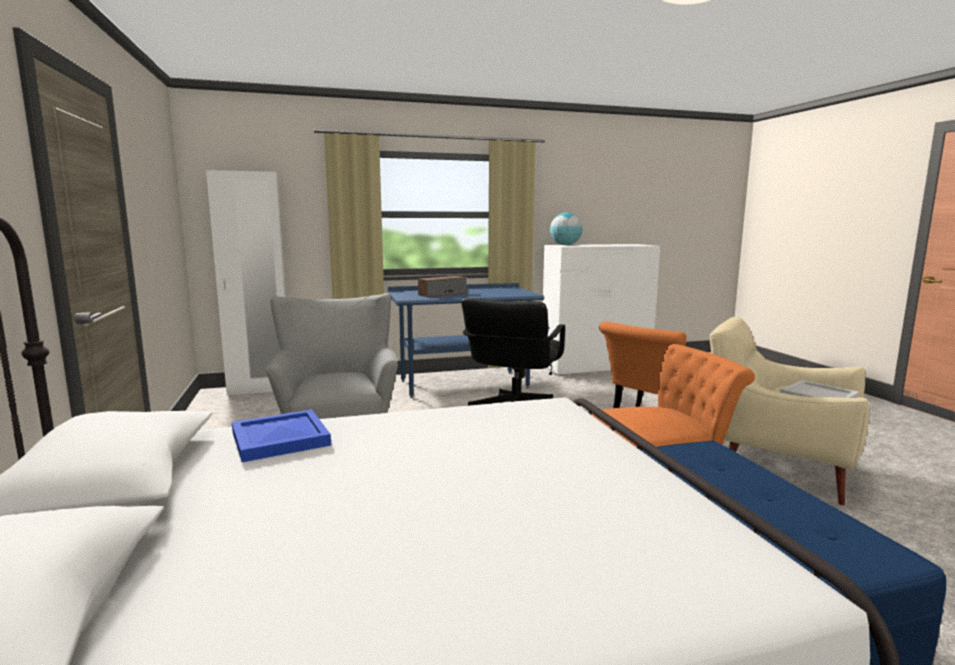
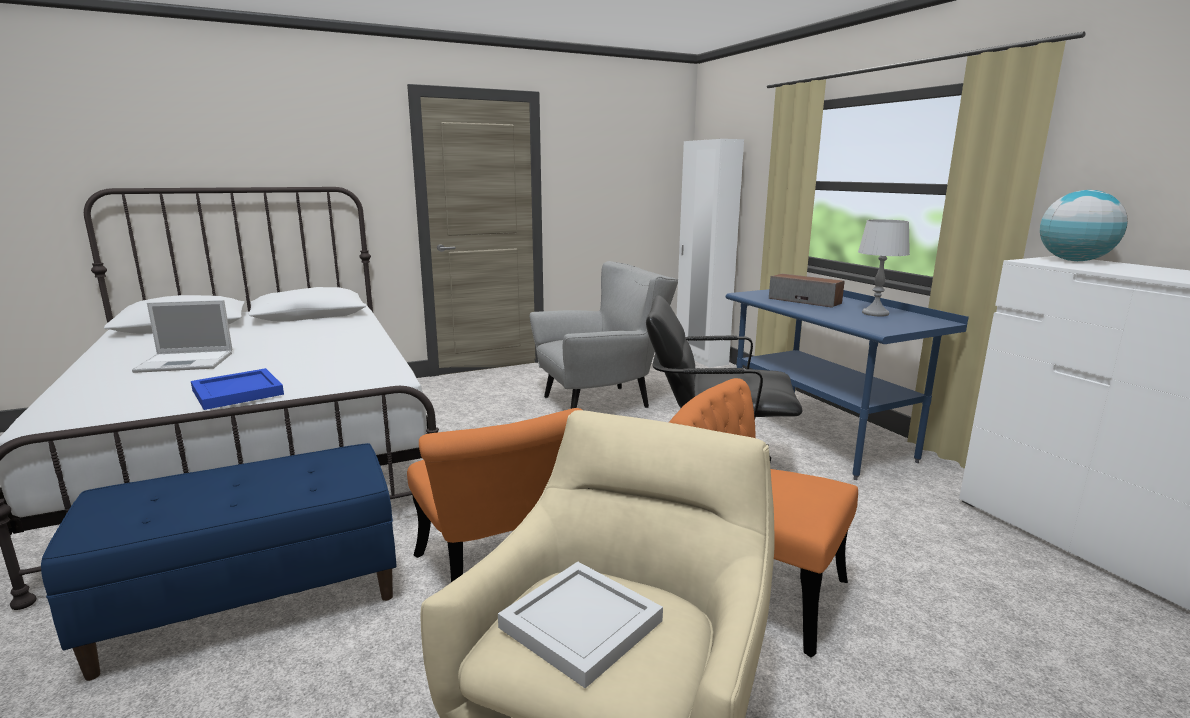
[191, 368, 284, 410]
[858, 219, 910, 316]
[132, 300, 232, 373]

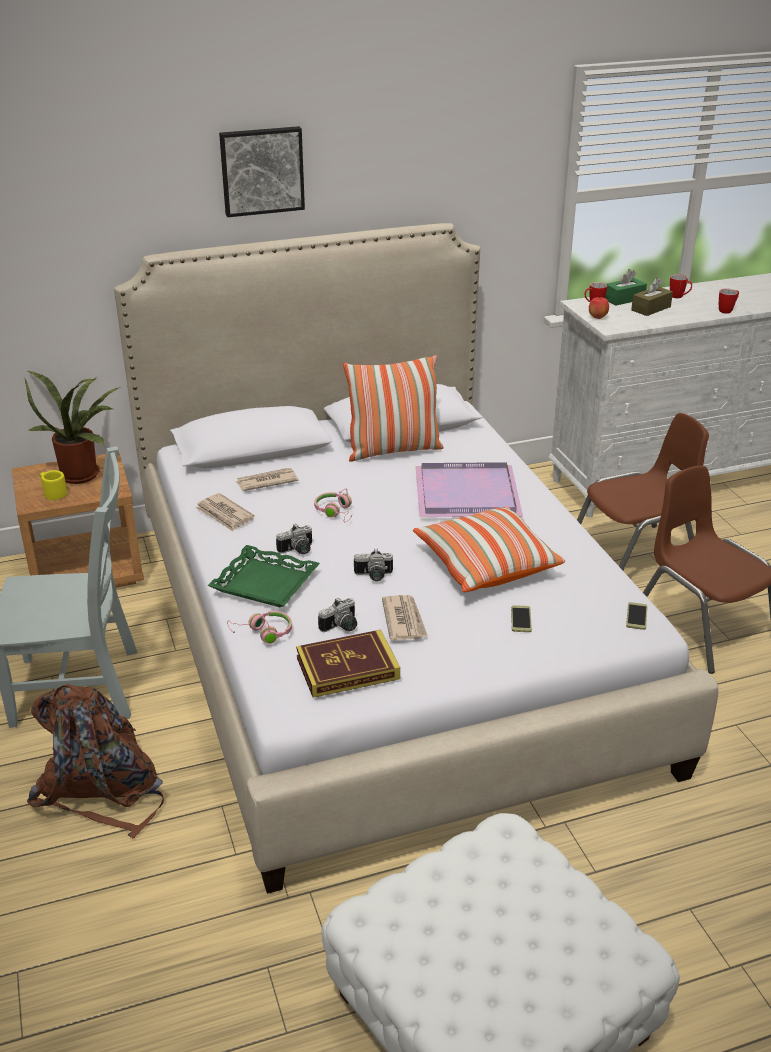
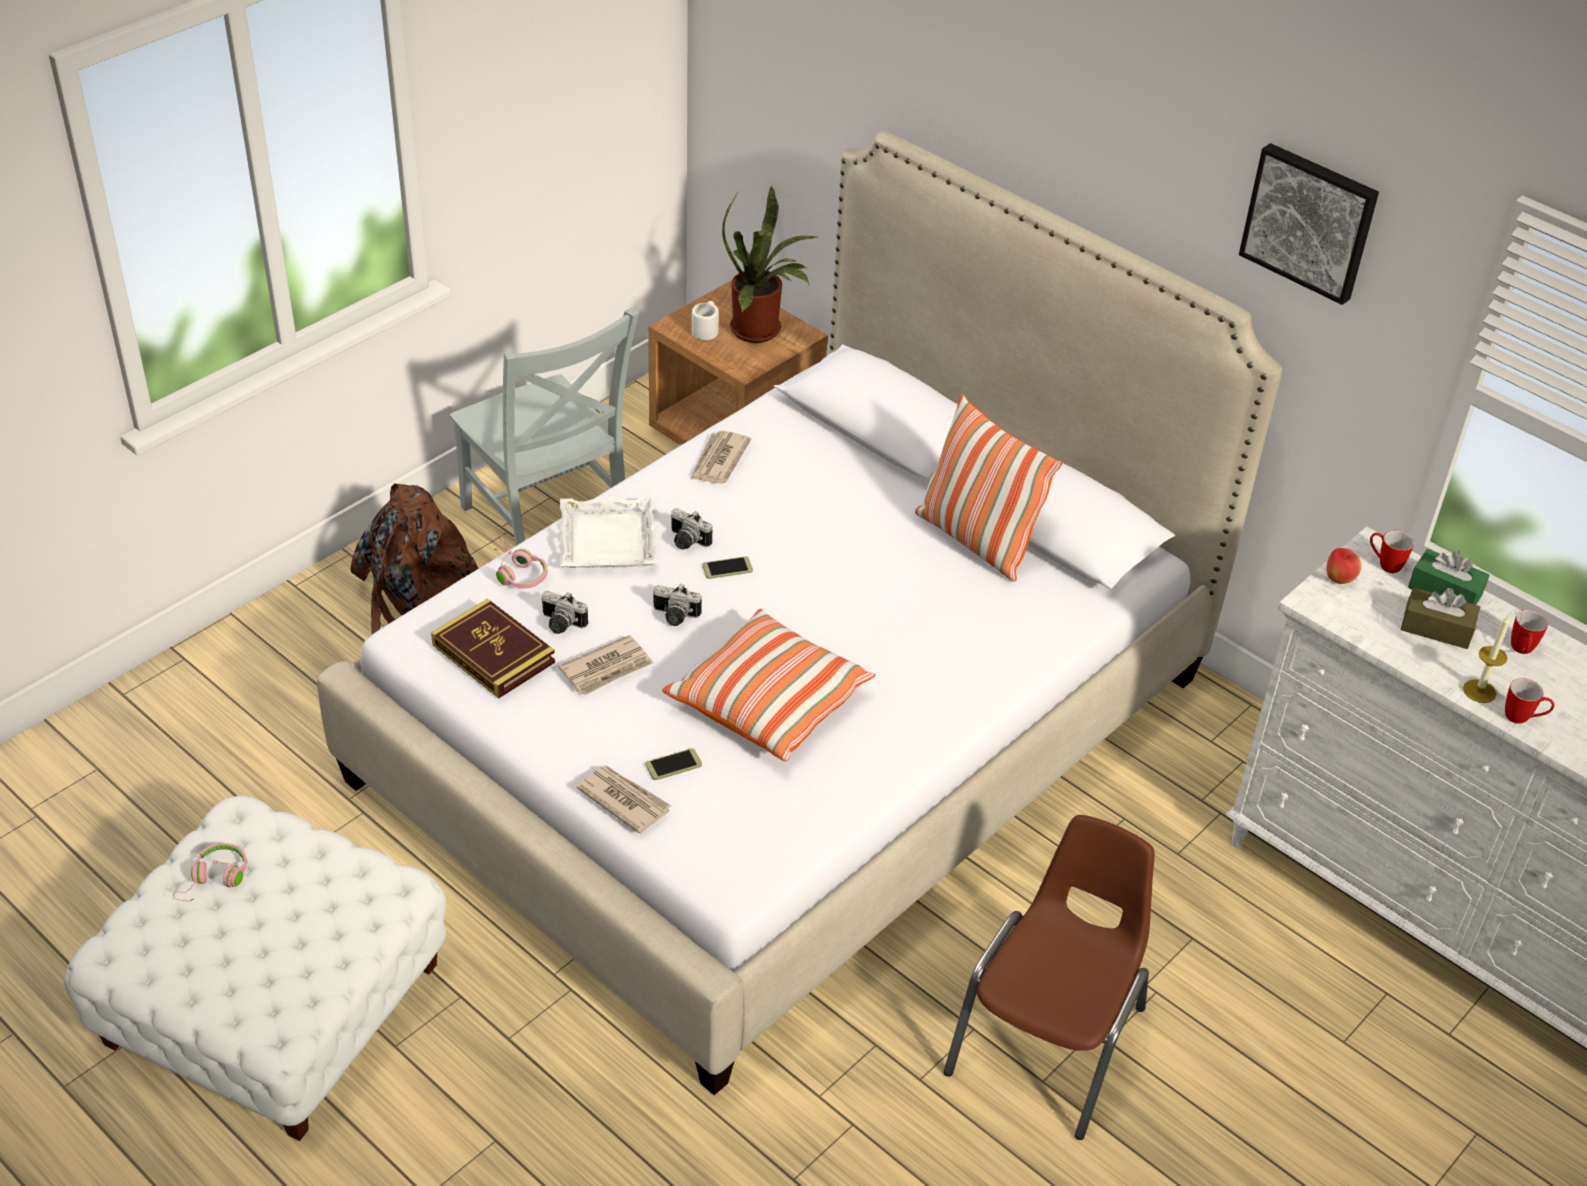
[1239, 143, 1379, 305]
[577, 413, 709, 570] (first image)
[416, 462, 523, 517] (first image)
[576, 765, 671, 834]
[692, 301, 719, 340]
[173, 843, 247, 902]
[560, 496, 657, 568]
[654, 584, 702, 626]
[702, 556, 753, 579]
[1463, 615, 1510, 703]

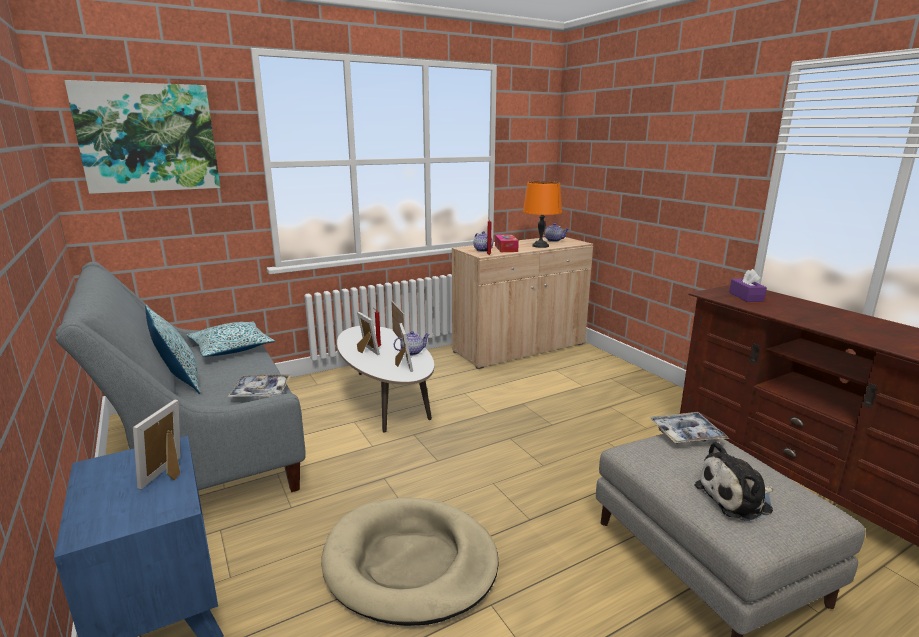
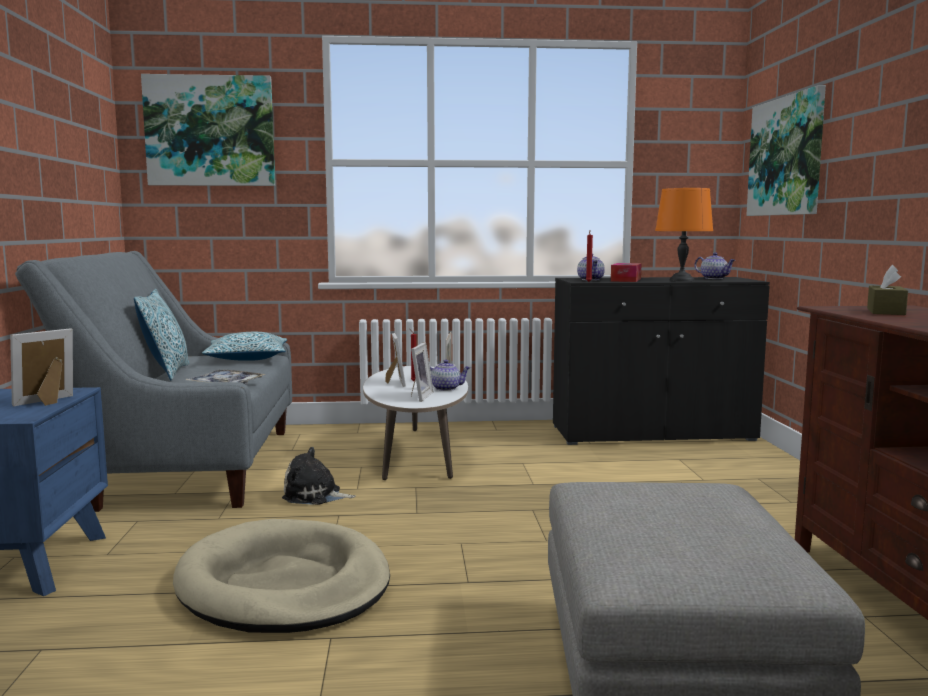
[553, 277, 770, 445]
[867, 265, 908, 315]
[649, 412, 729, 444] (first image)
[282, 447, 356, 505]
[746, 85, 826, 216]

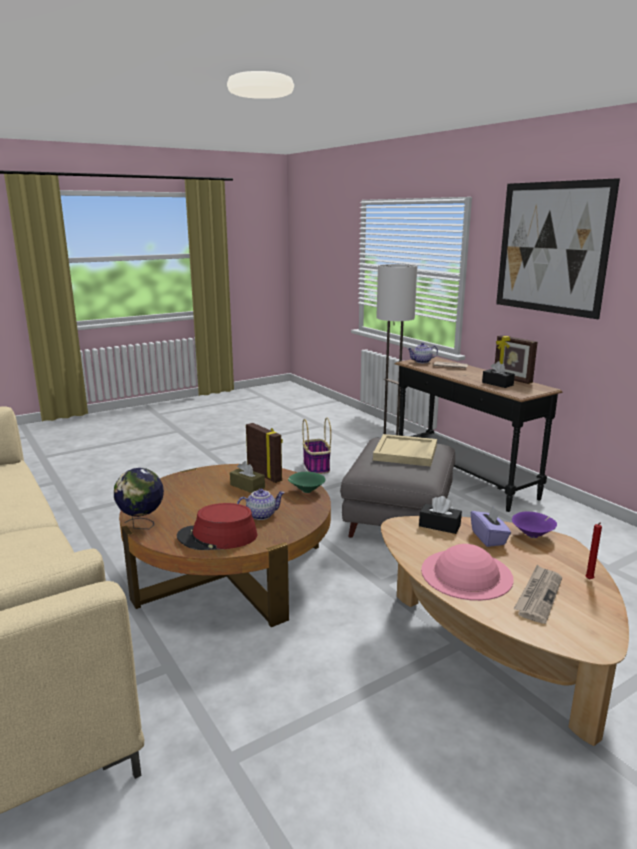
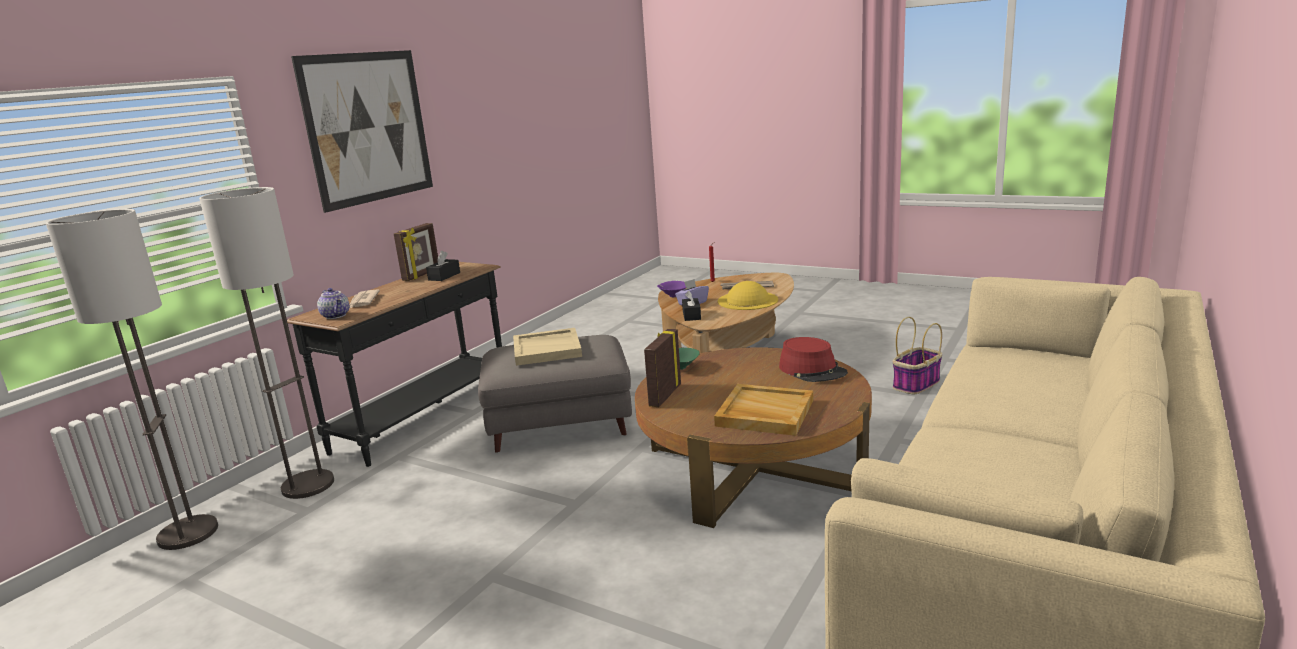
[893, 317, 942, 394]
[230, 461, 265, 493] (first image)
[114, 468, 164, 529] (first image)
[237, 489, 285, 520] (first image)
[718, 281, 778, 310]
[46, 209, 218, 550]
[714, 384, 813, 436]

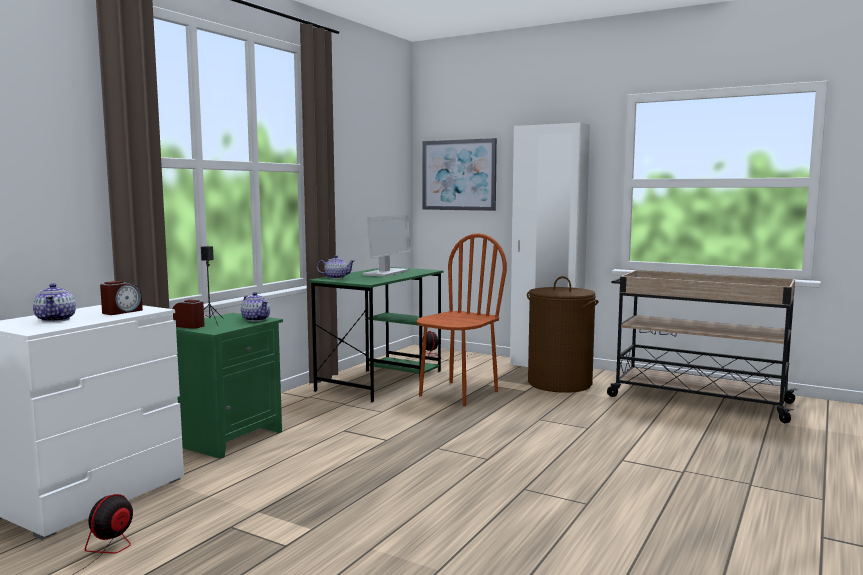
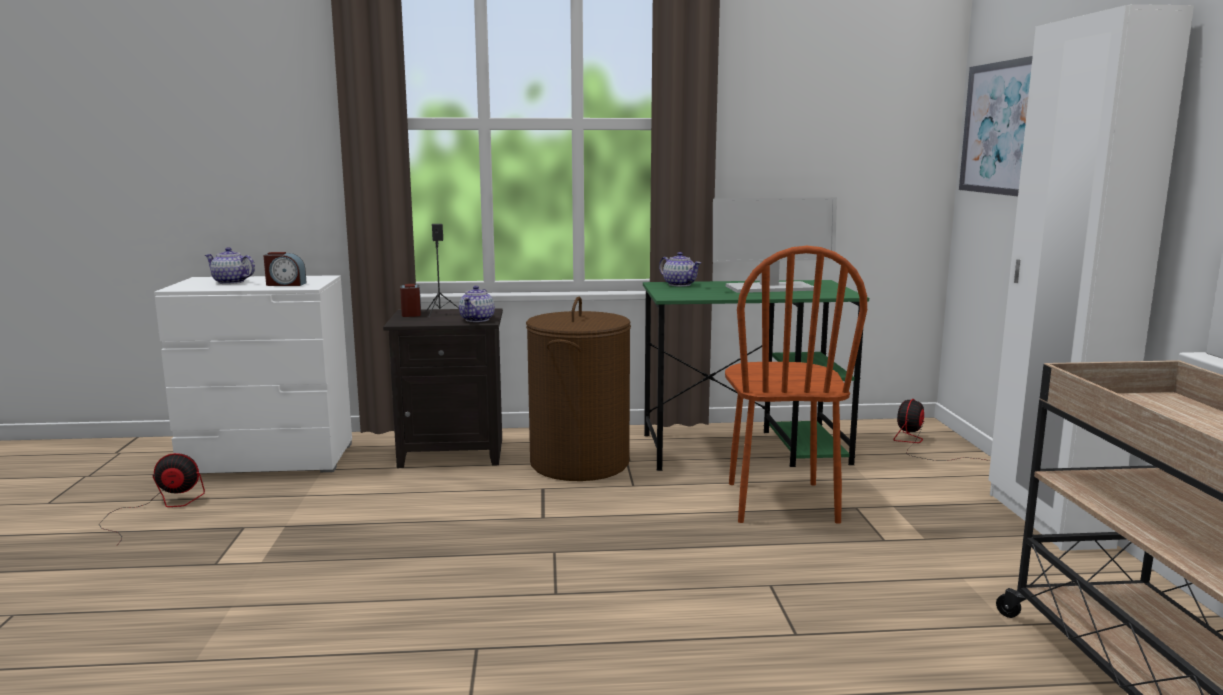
[725, 246, 867, 524]
[526, 297, 631, 481]
[205, 247, 255, 284]
[383, 308, 503, 468]

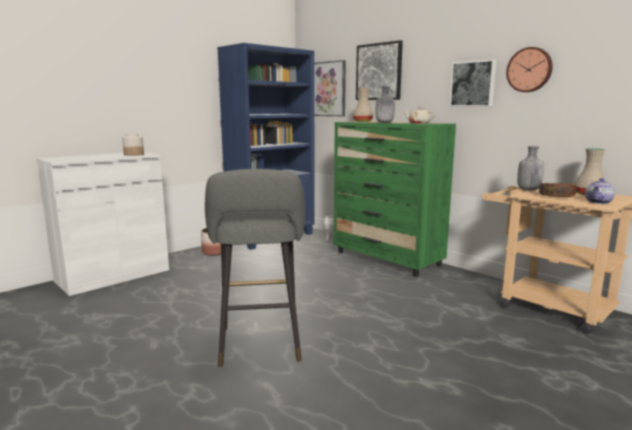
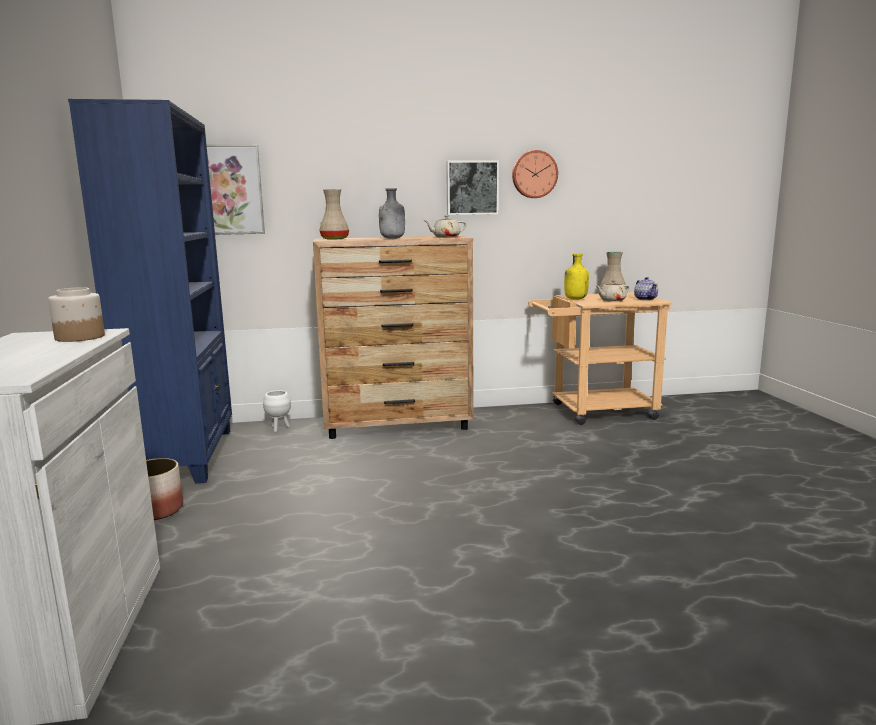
[356, 40, 403, 100] (first image)
[313, 236, 473, 439]
[564, 254, 589, 300]
[205, 169, 305, 367] (first image)
[596, 280, 629, 302]

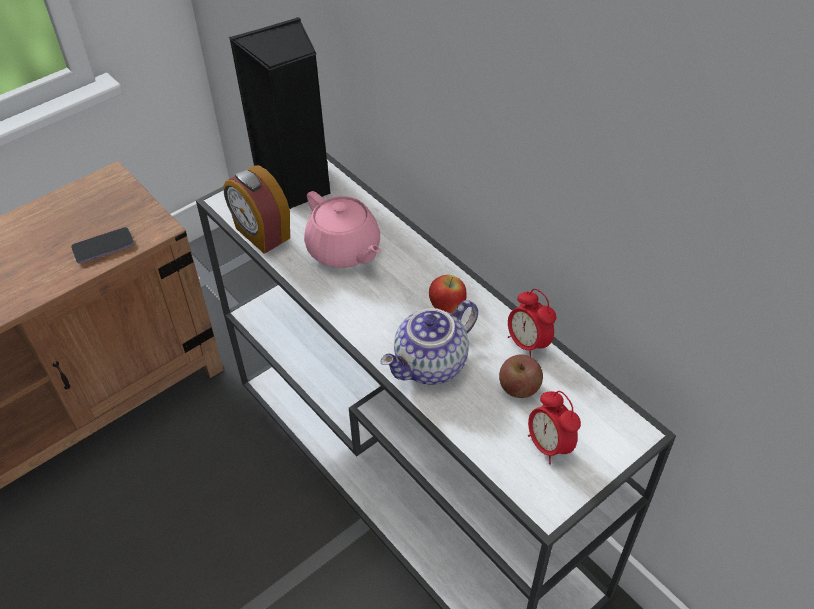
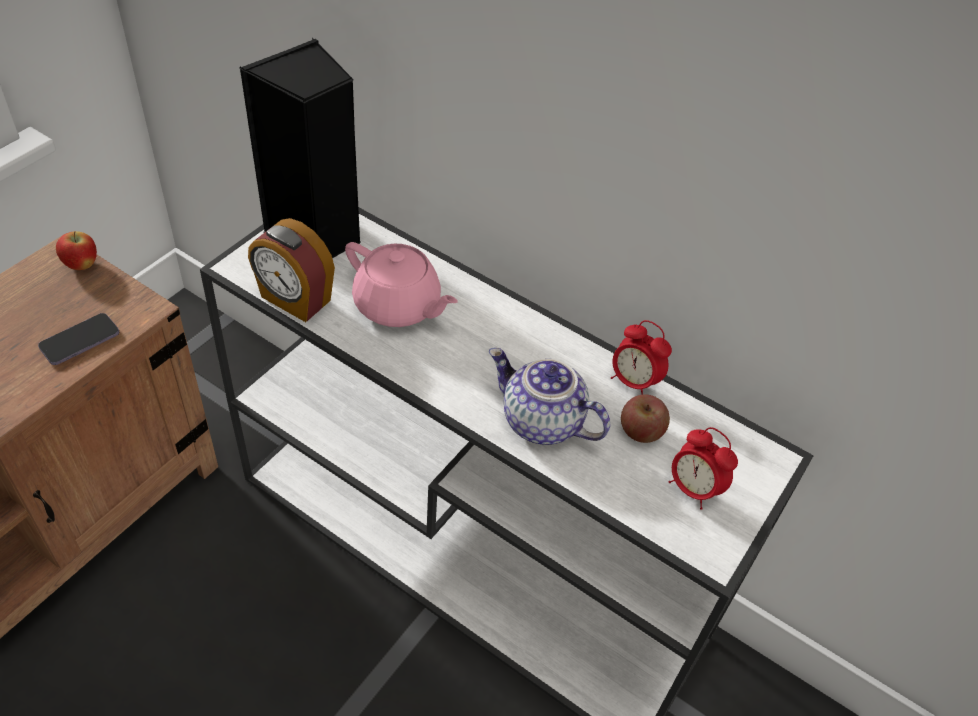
[56, 231, 97, 270]
[489, 348, 610, 445]

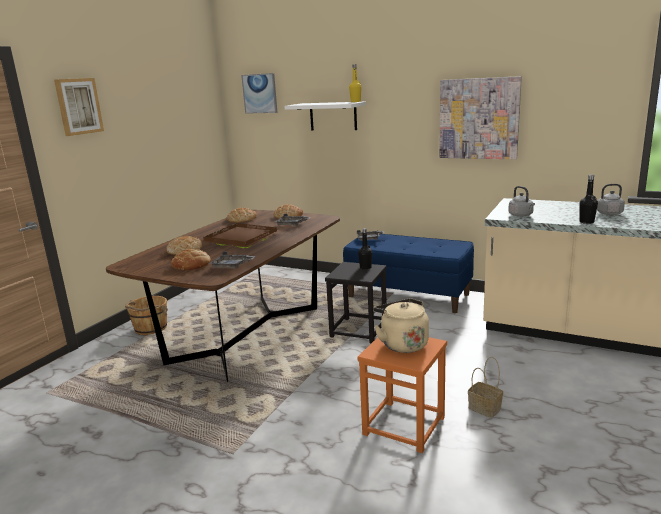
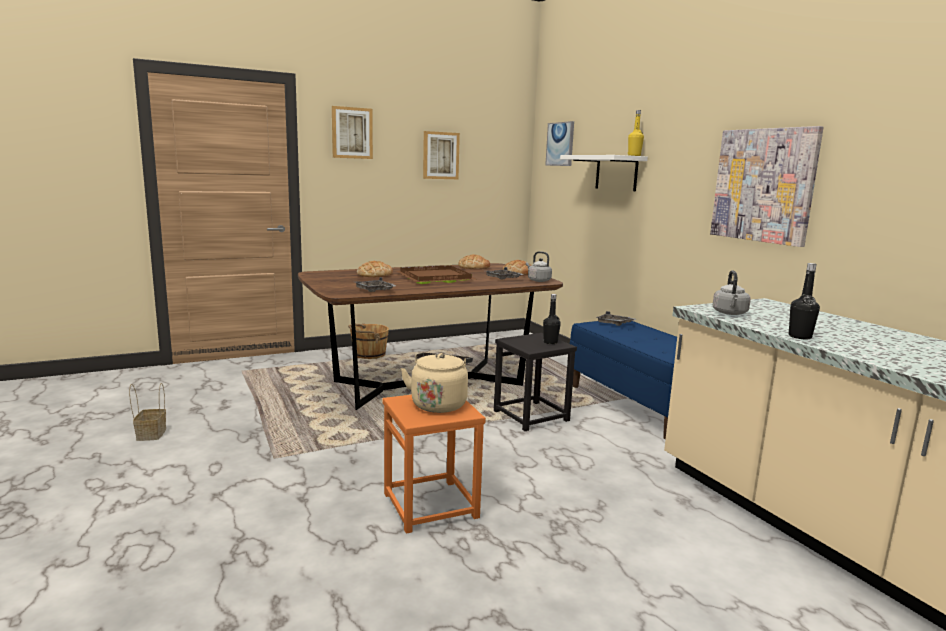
[526, 251, 552, 282]
[171, 249, 211, 270] (first image)
[129, 383, 166, 441]
[423, 131, 460, 179]

